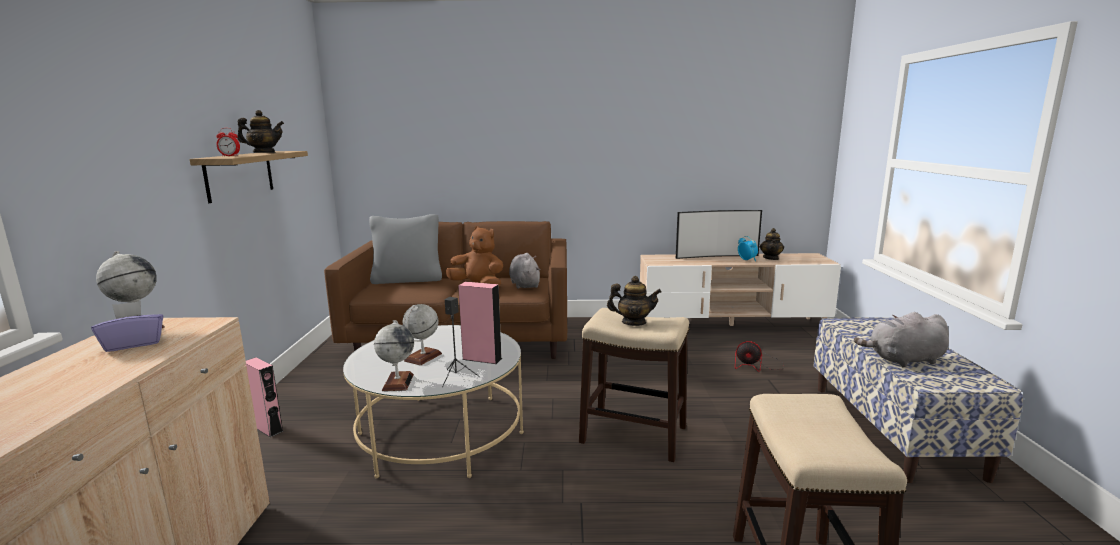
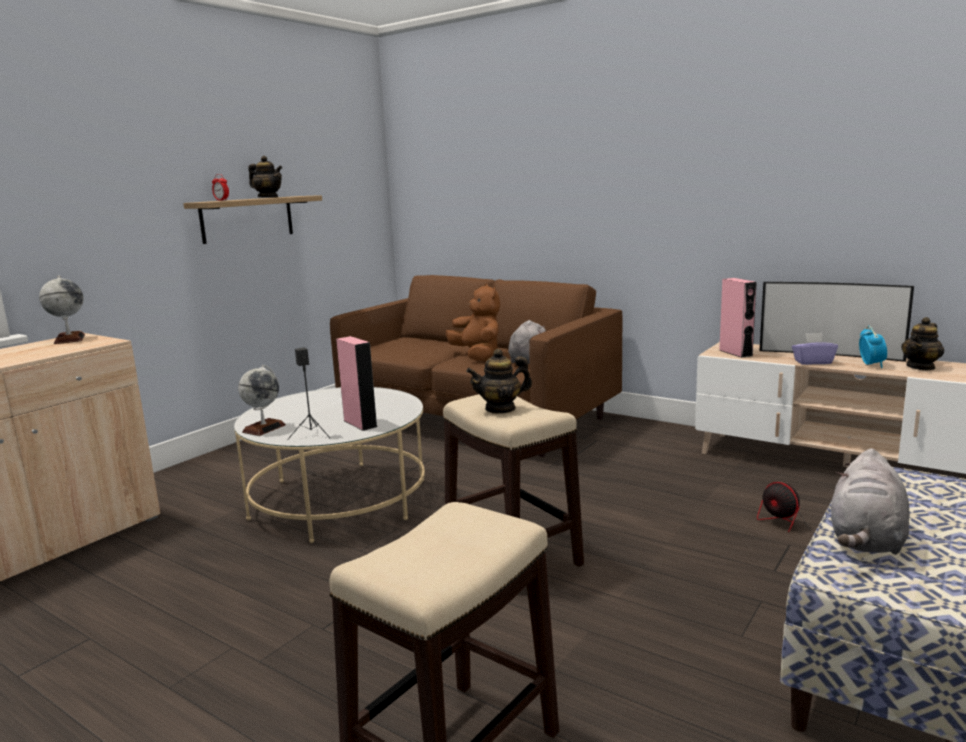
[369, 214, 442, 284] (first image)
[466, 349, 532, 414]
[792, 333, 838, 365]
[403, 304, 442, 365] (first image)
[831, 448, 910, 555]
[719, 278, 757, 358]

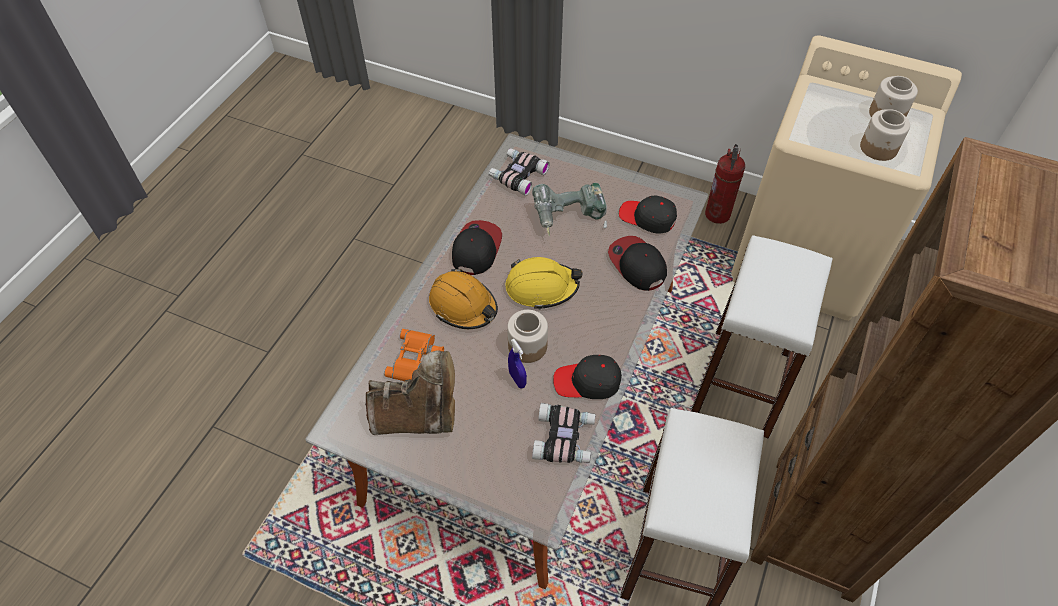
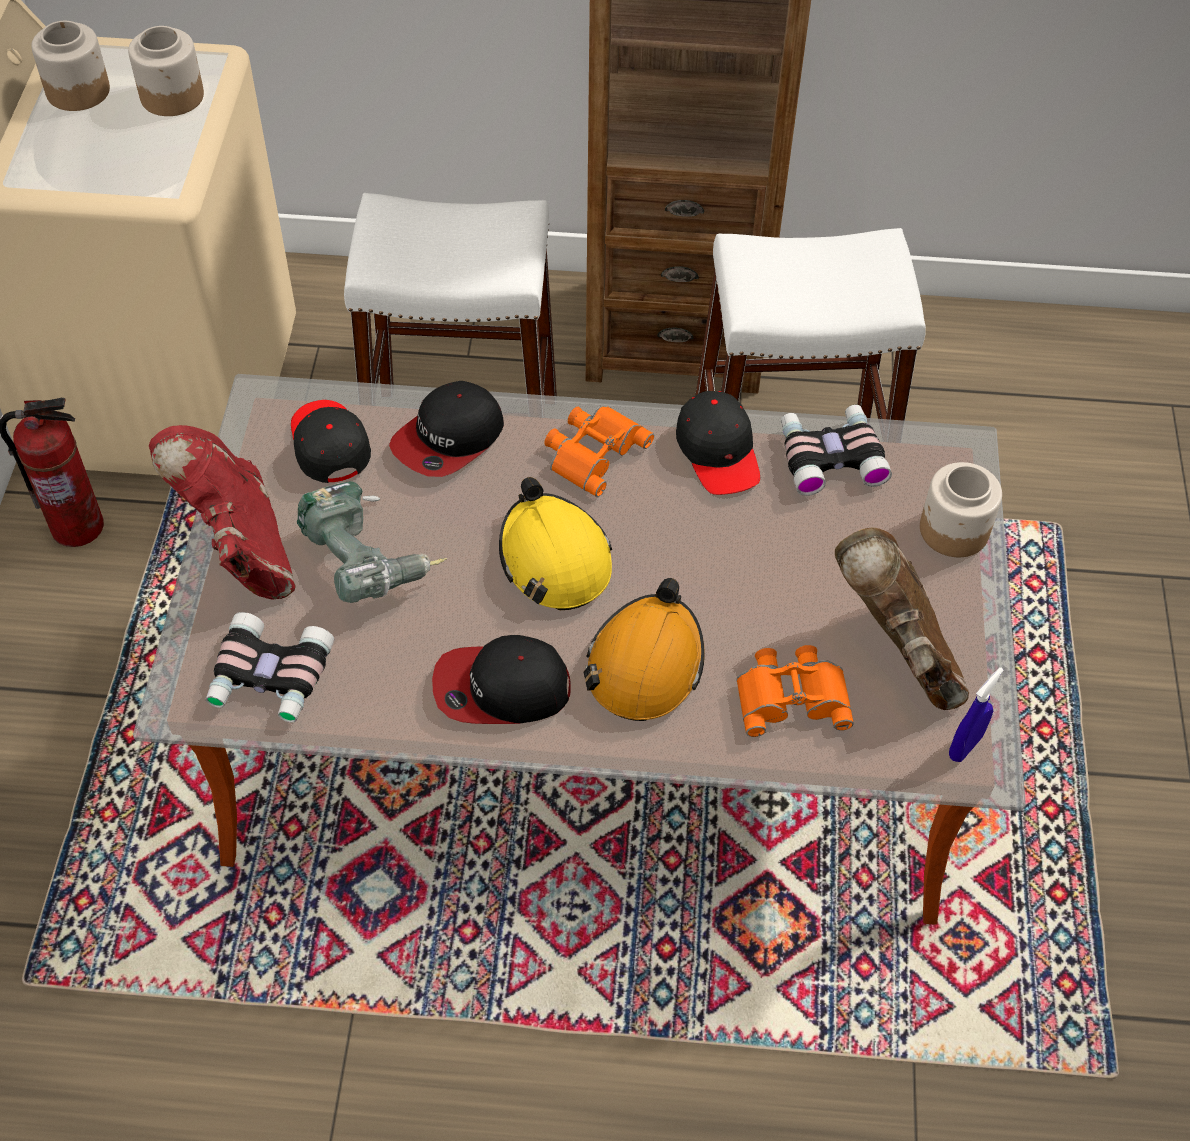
[291, 400, 371, 483]
[920, 462, 1002, 557]
[949, 667, 1004, 762]
[544, 406, 654, 497]
[149, 425, 296, 600]

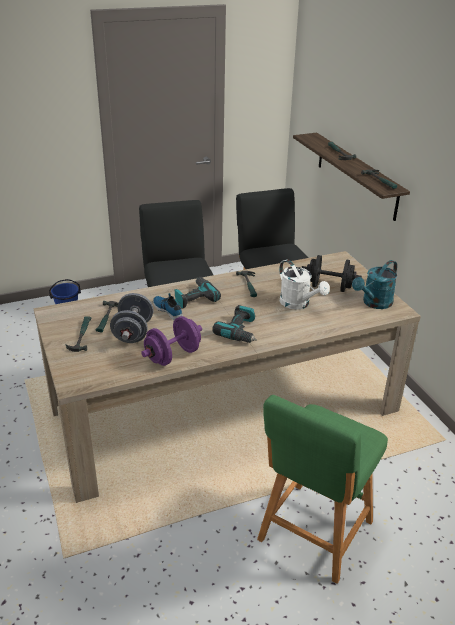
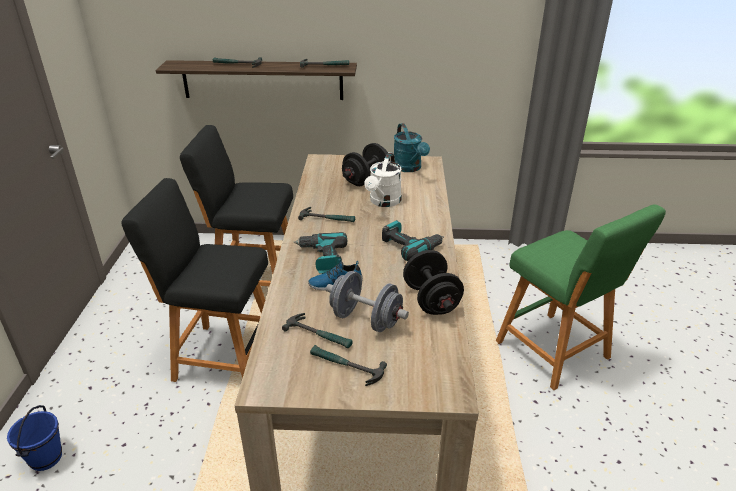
[364, 152, 402, 207]
[403, 250, 464, 315]

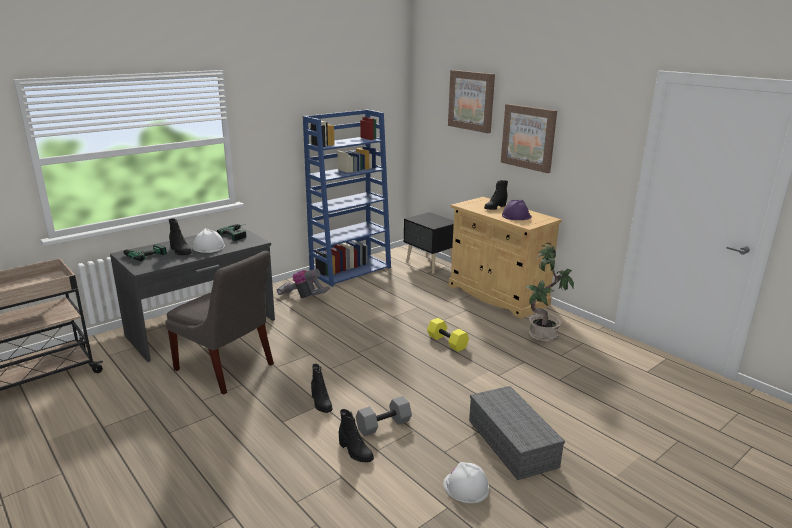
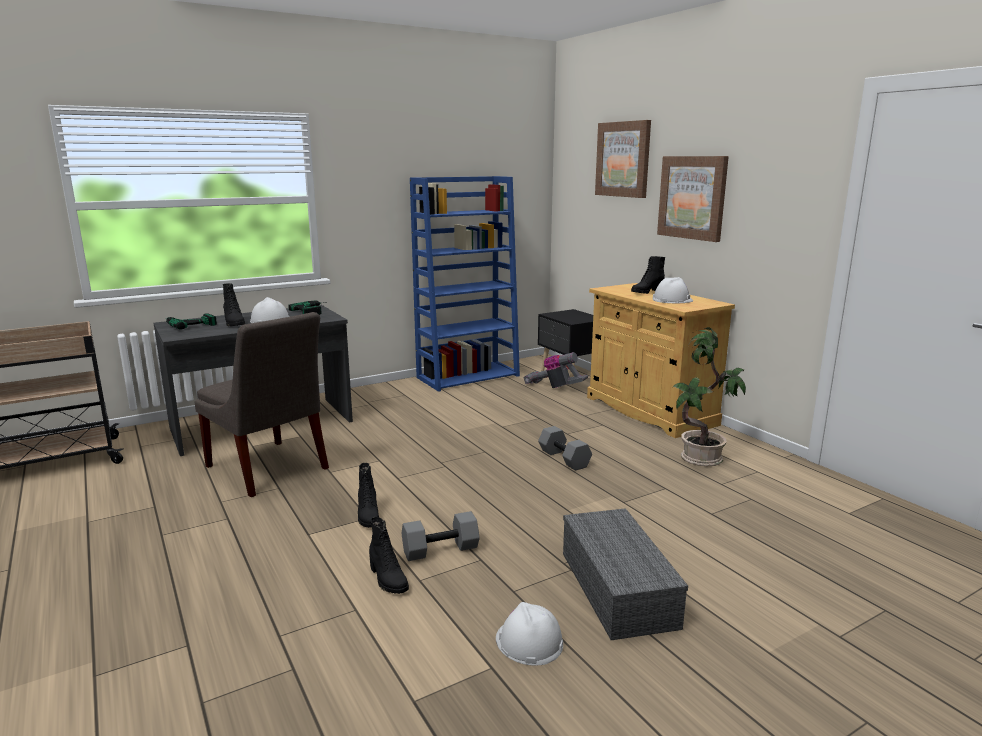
[653, 277, 694, 303]
[523, 352, 588, 388]
[538, 426, 592, 471]

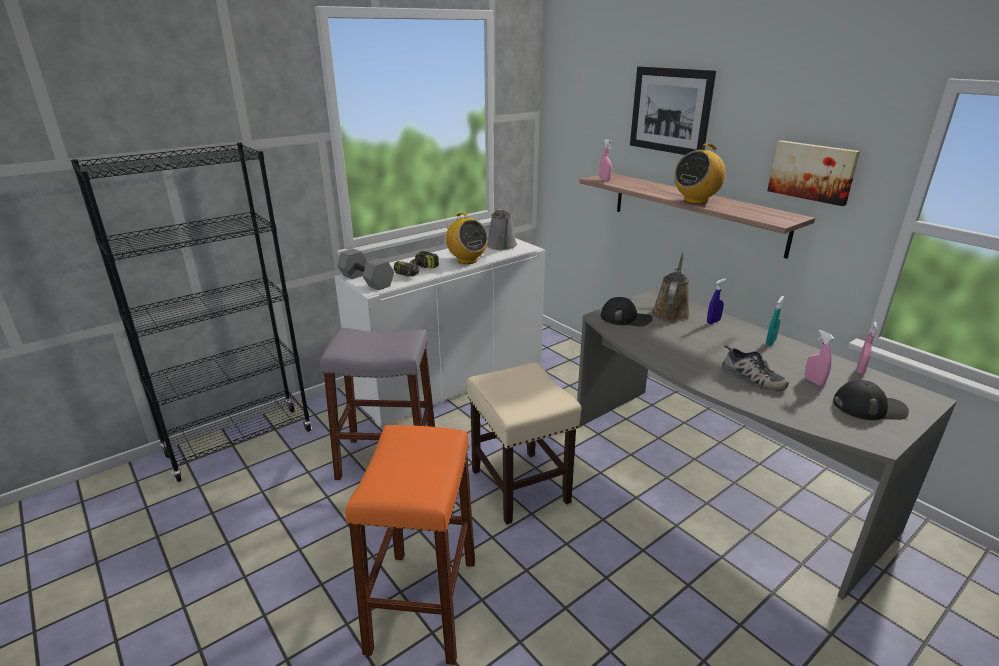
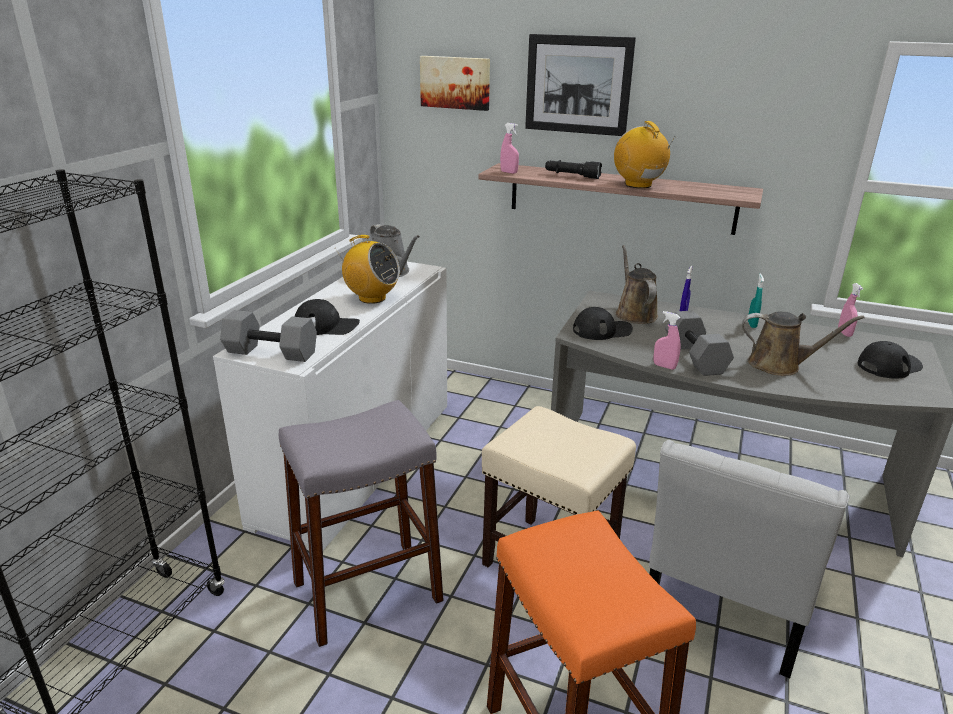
[420, 56, 490, 111]
[614, 121, 675, 188]
[294, 299, 360, 335]
[654, 311, 681, 370]
[742, 312, 865, 376]
[545, 160, 602, 179]
[665, 311, 734, 376]
[649, 440, 850, 678]

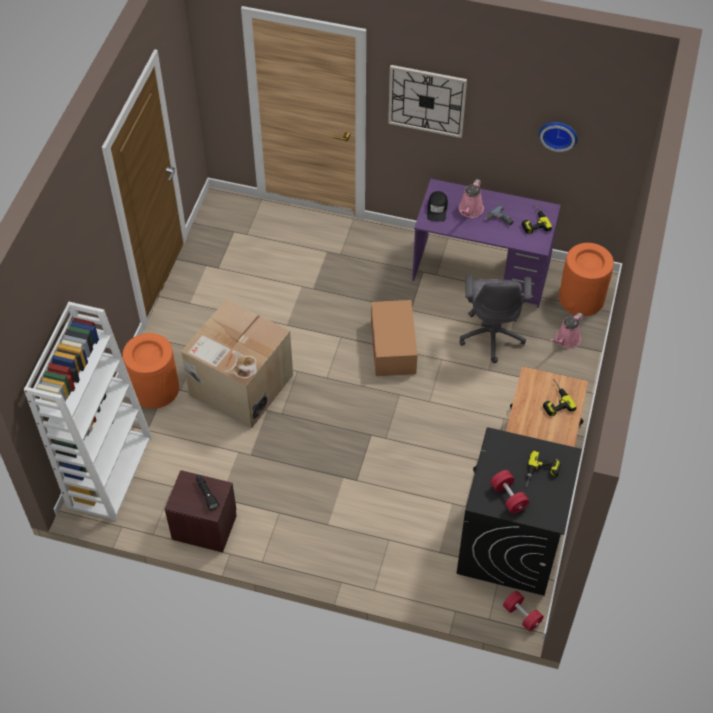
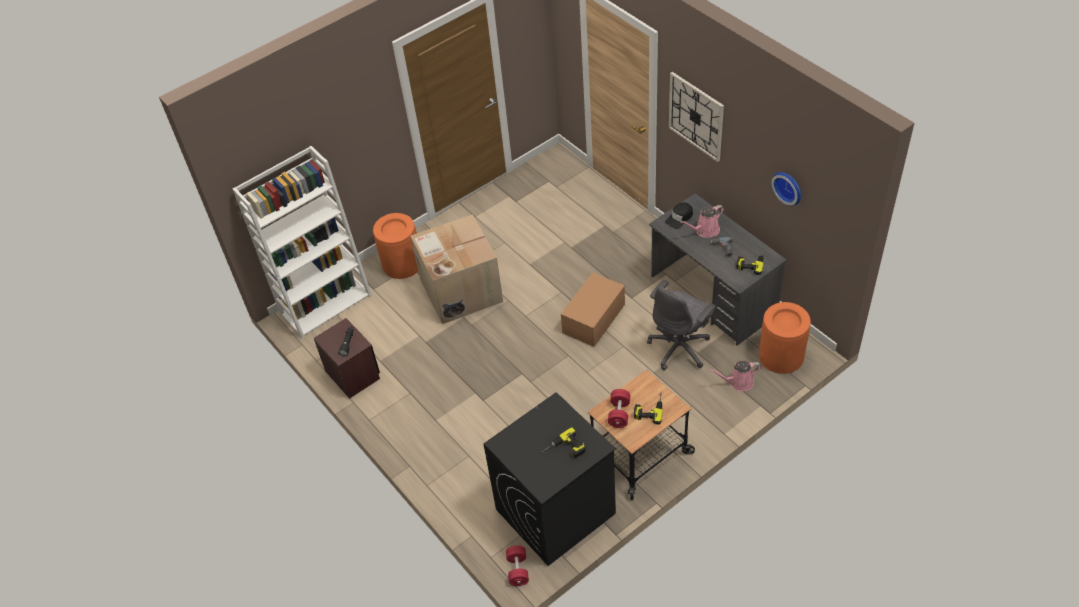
[649, 193, 787, 346]
[608, 389, 630, 428]

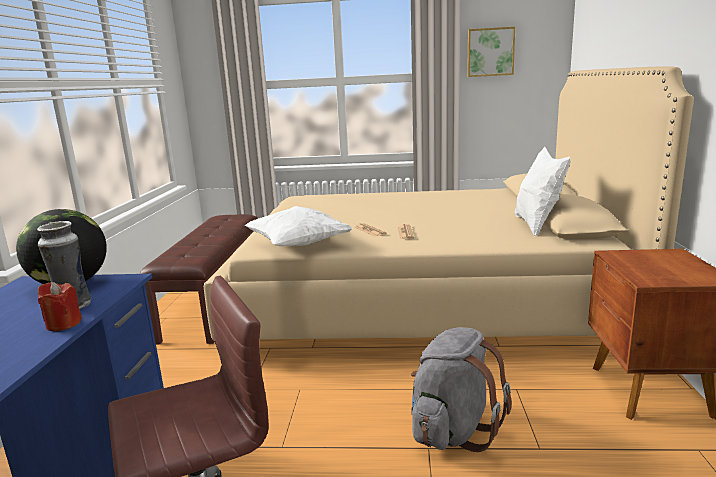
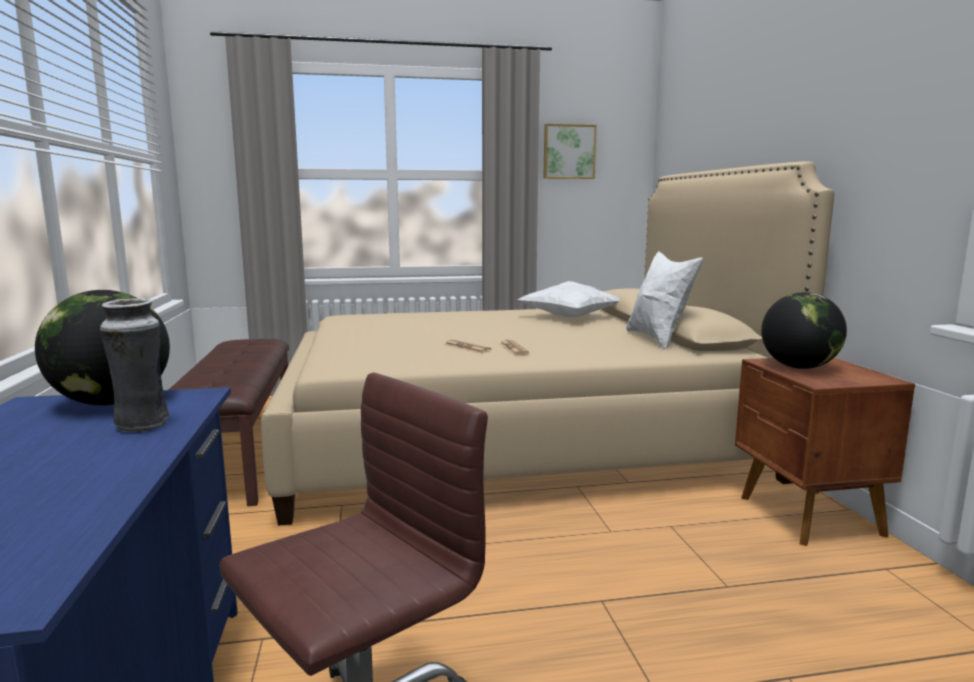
[518, 281, 621, 317]
[38, 282, 82, 331] (first image)
[411, 327, 512, 452] (first image)
[761, 292, 847, 369]

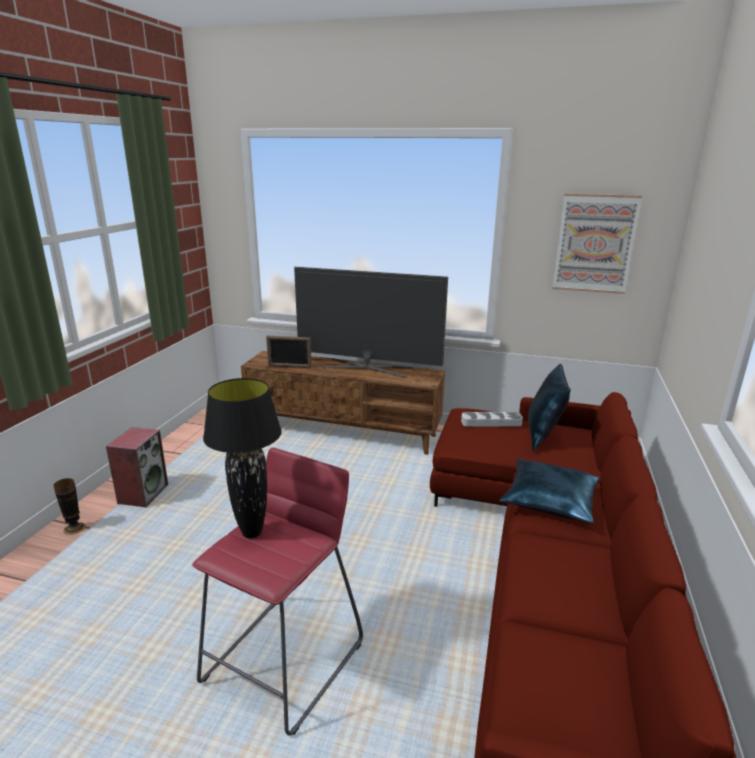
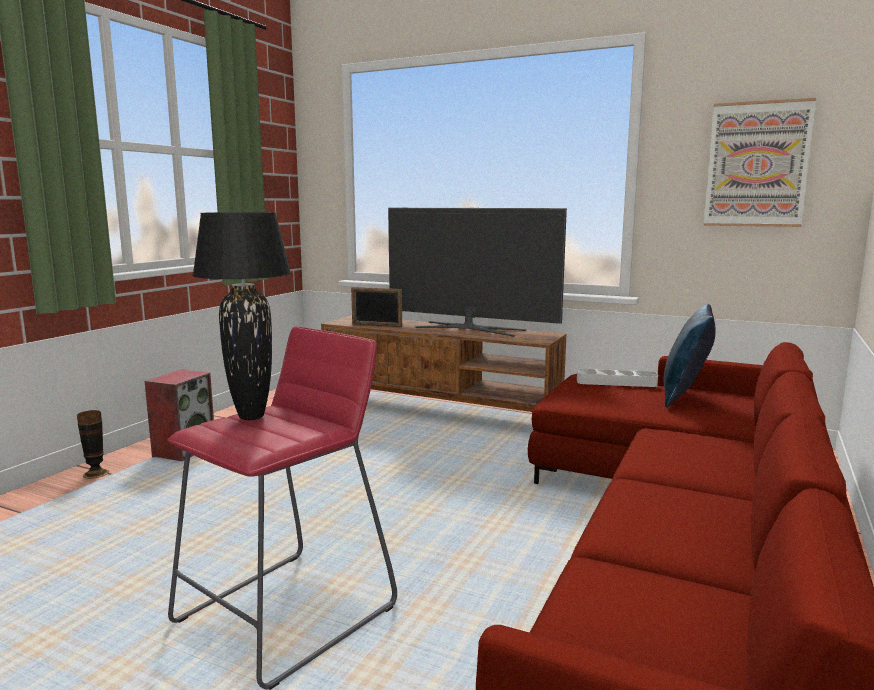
[500, 458, 600, 524] (first image)

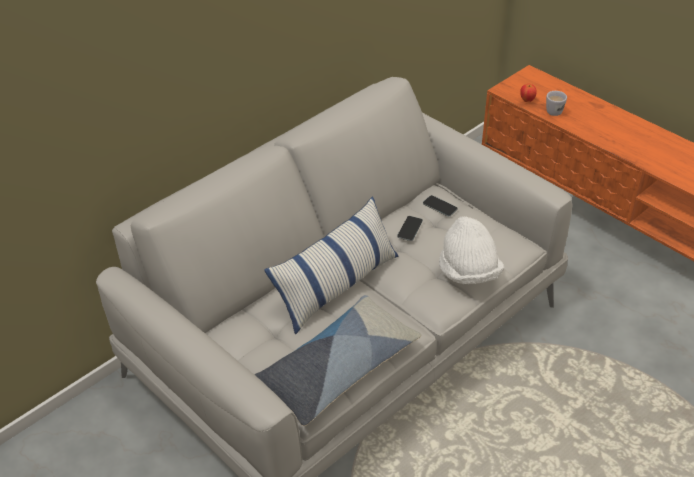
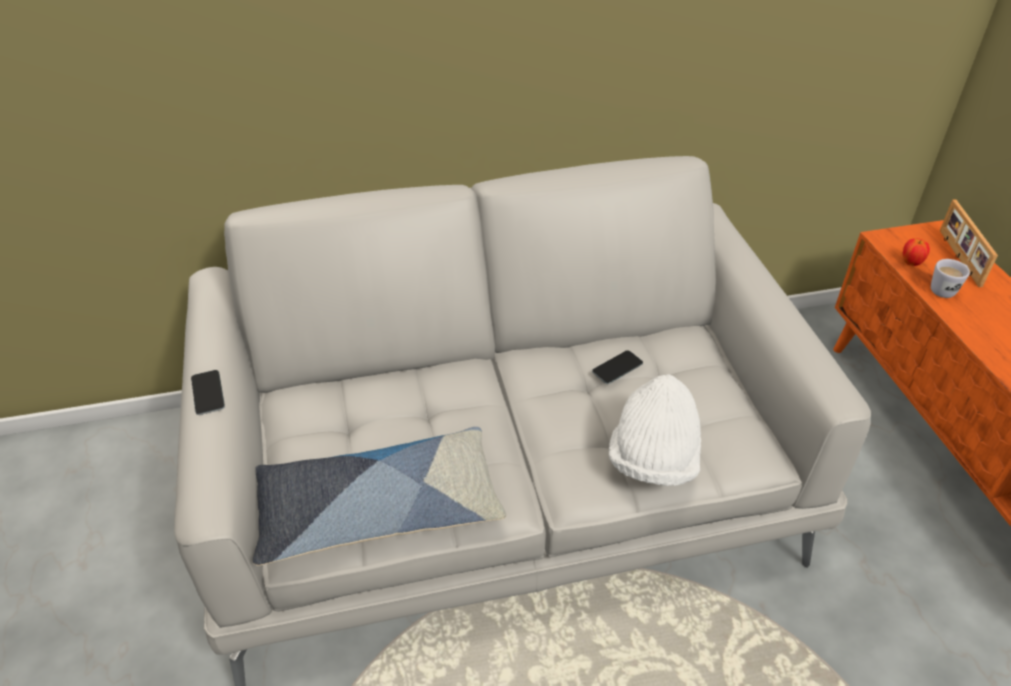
[191, 370, 225, 415]
[264, 197, 398, 334] (first image)
[940, 200, 998, 287]

